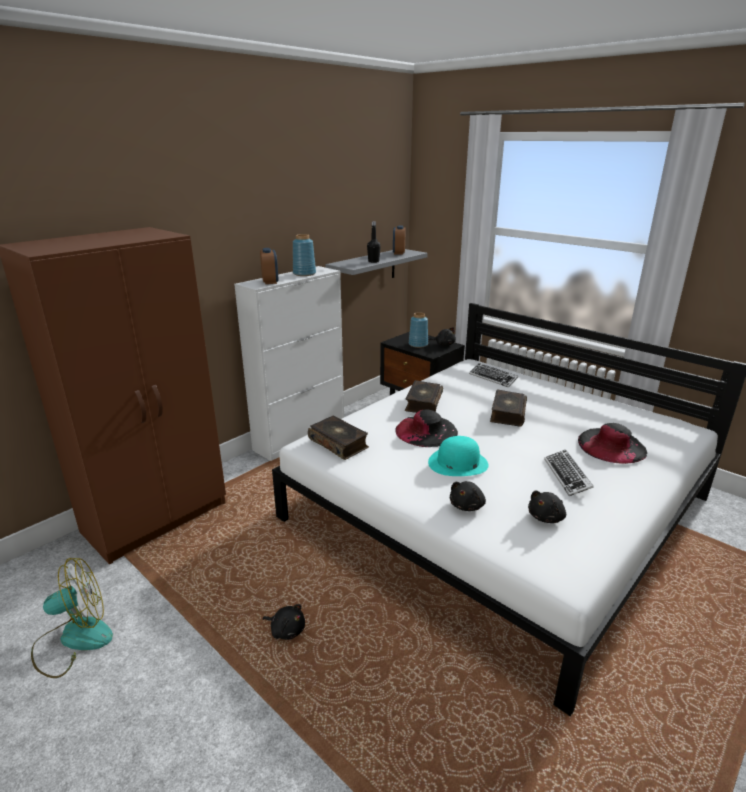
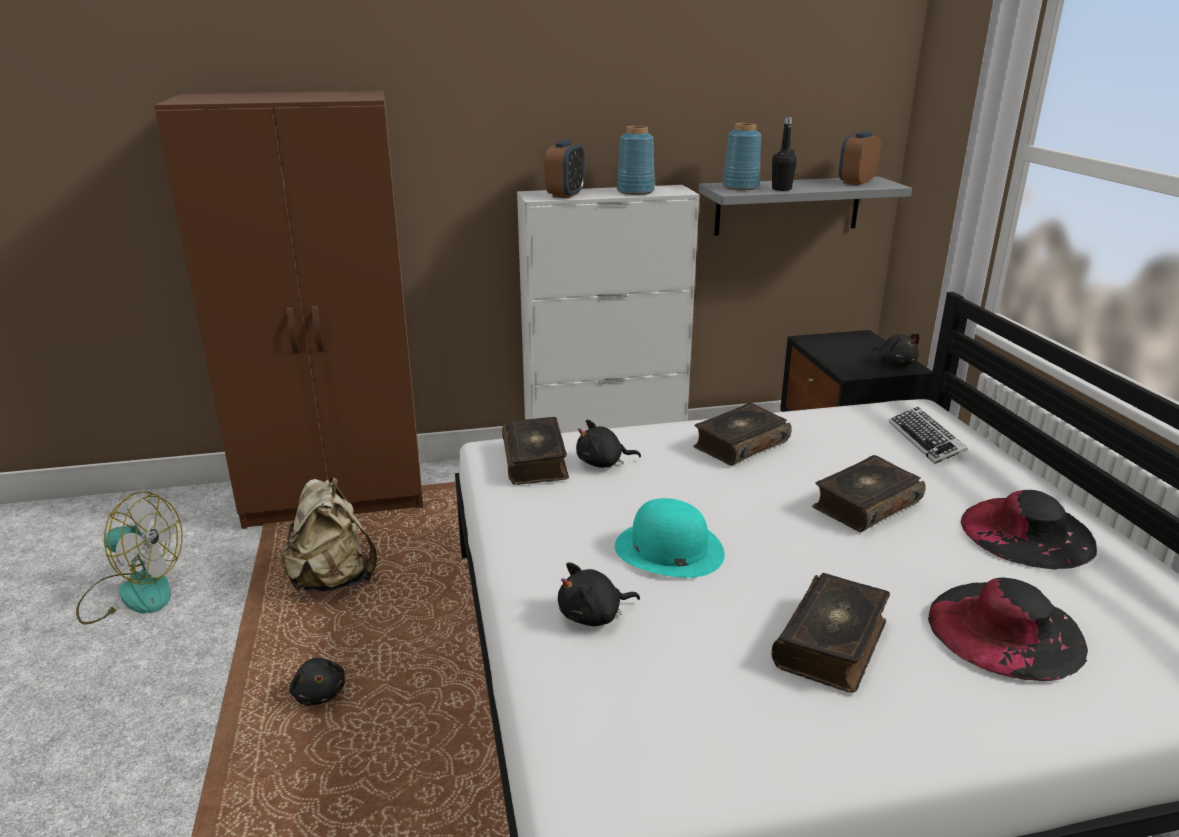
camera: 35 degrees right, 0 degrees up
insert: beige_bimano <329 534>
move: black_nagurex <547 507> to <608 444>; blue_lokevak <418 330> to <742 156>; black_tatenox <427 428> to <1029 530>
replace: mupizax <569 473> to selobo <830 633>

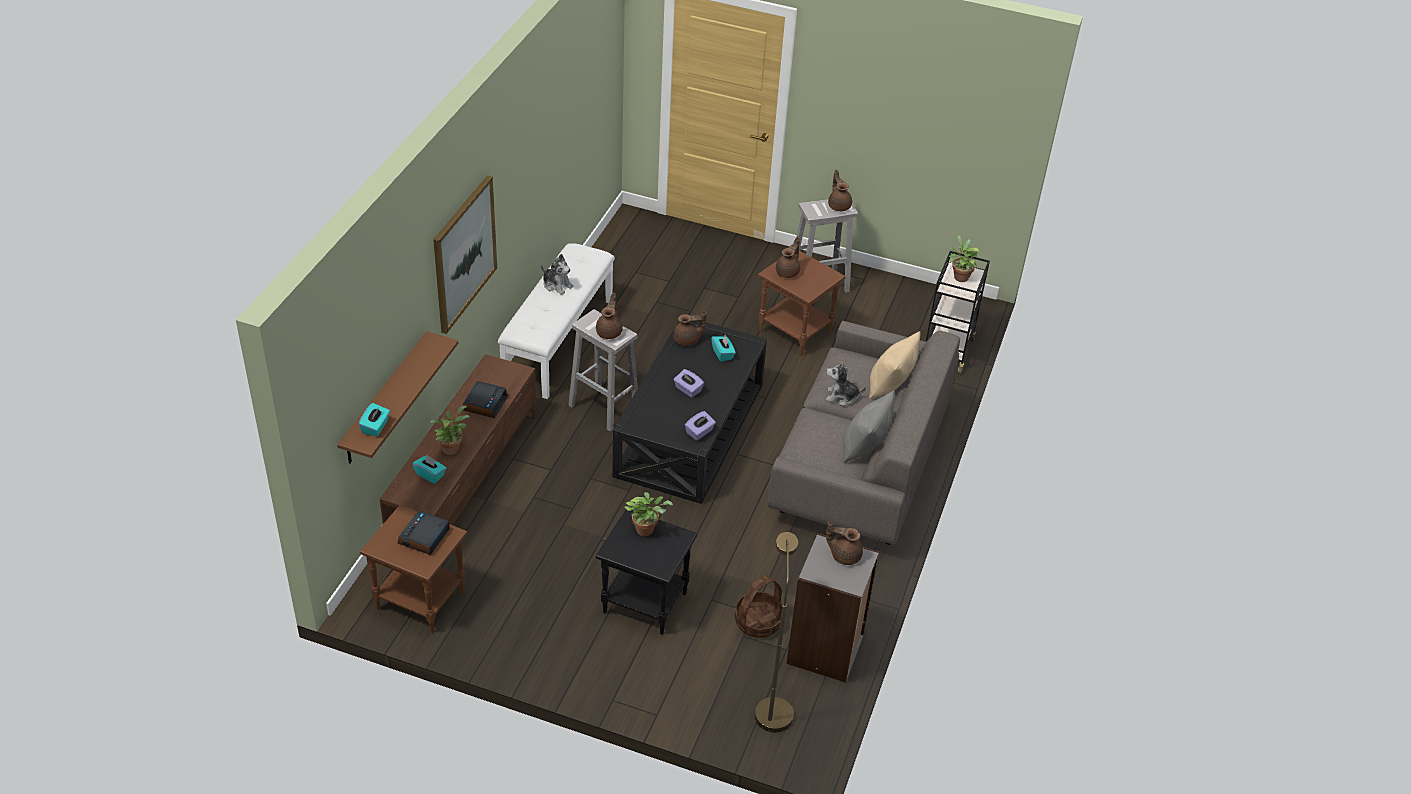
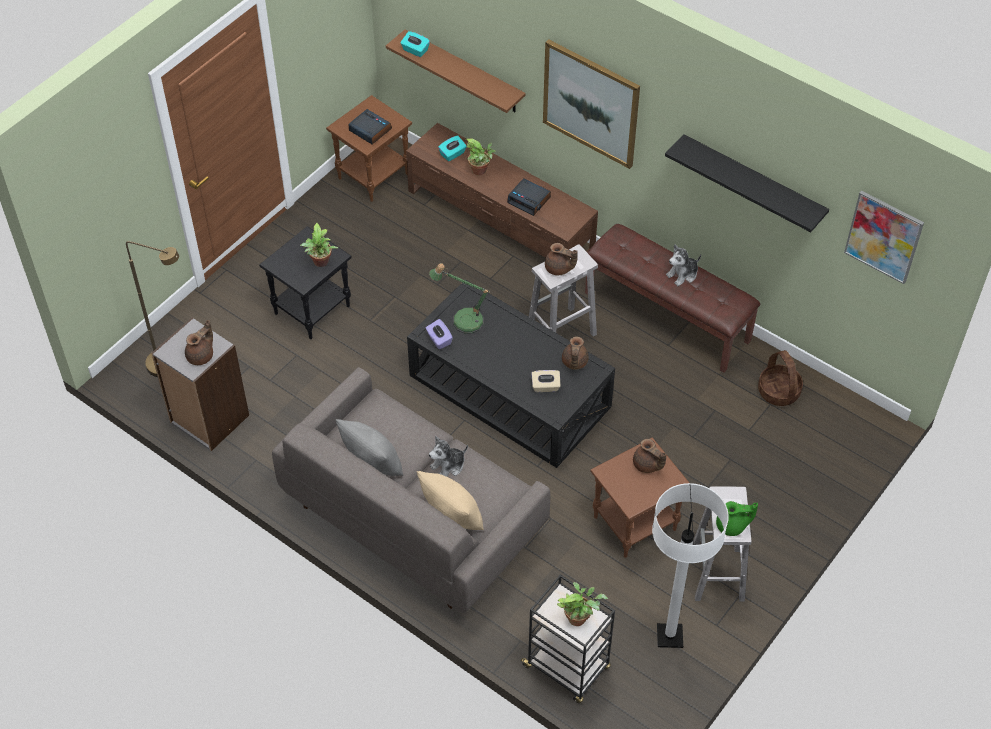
camera: 110 degrees right, 10 degrees up
delete: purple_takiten <689 383>
insert: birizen <460 298>; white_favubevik <690 565>; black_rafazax <747 183>; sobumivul <884 237>
move: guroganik <758 606> to <780 378>
recolor: turquoise_takiten <723 348> to beige_takiten <545 381>; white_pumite <556 321> to brown_pumite <672 298>; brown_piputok <840 190> to green_piputok <737 518>
rotate: nagurex <846 382> = <448 456> 150 degrees counterclockwise

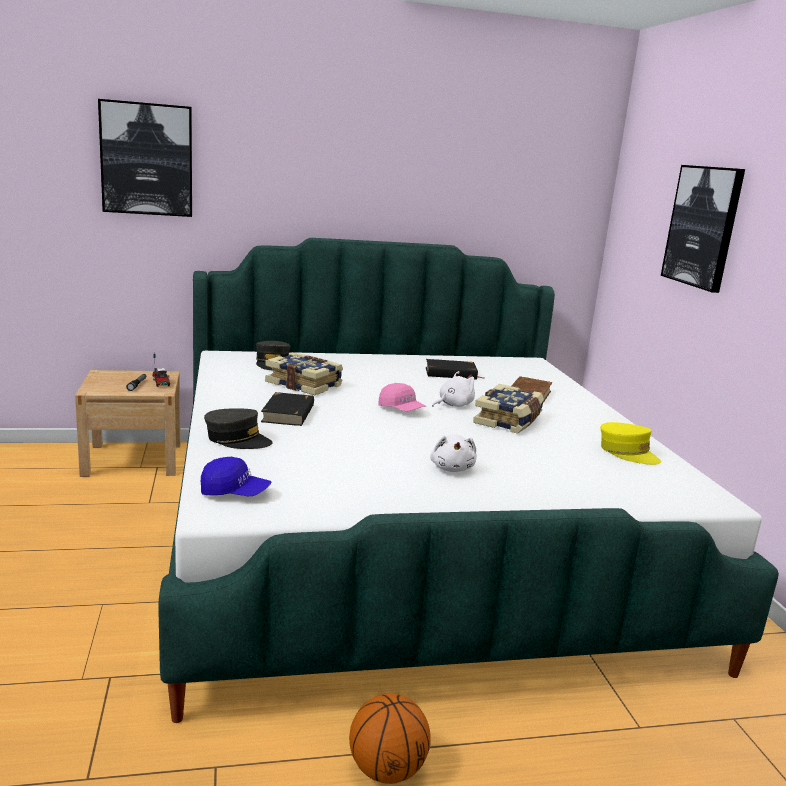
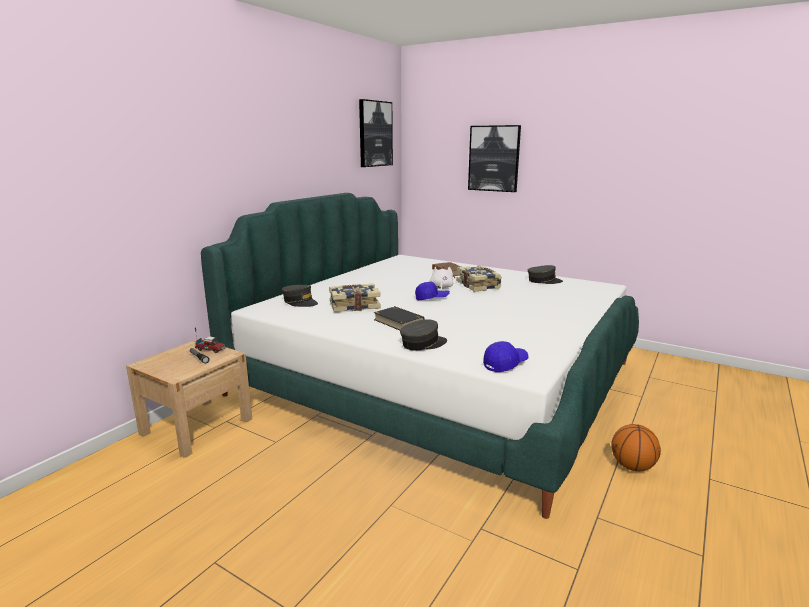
camera: 45 degrees left, 0 degrees up
delete: black_selobo <454 369>; white_nagurex <453 453>
move: sobumivul <145 158> to <376 133>
recolor: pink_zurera <402 397> to blue_zurera <432 291>; yellow_zurera <630 443> to grey_zurera <545 274>

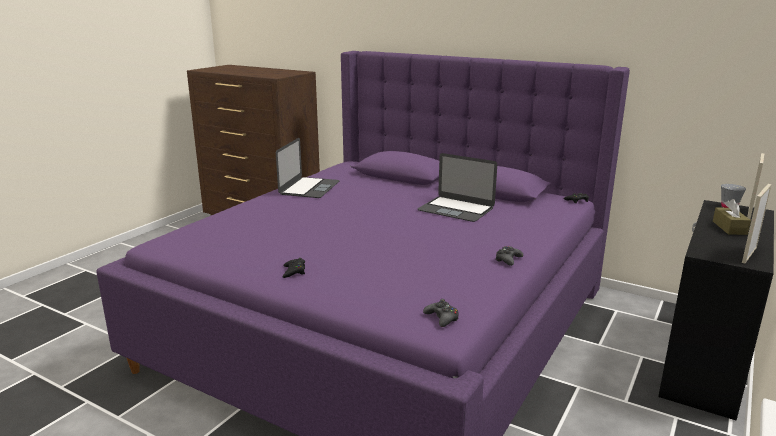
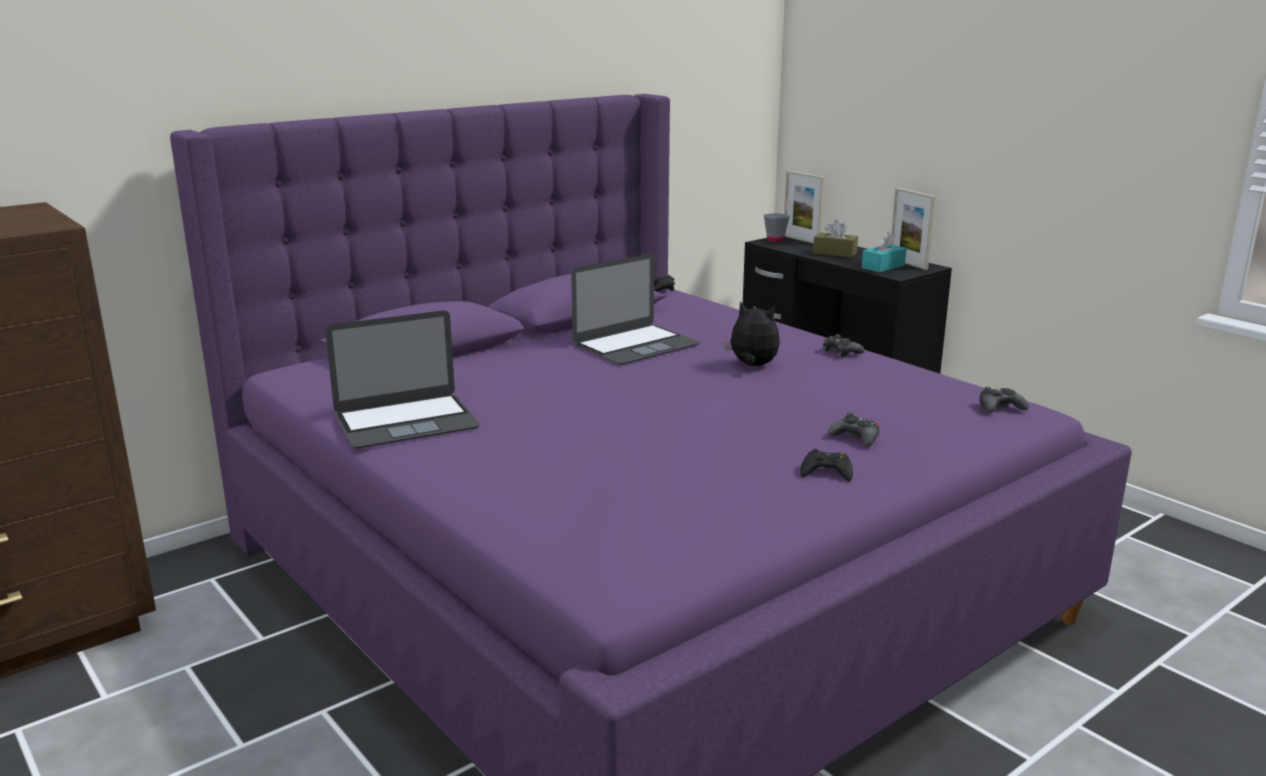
camera: 70 degrees left, 0 degrees up
insert: nagurex <751 334>; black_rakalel <853 429>; turquoise_takiten <884 252>
rotate: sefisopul <308 168> = <402 379> 120 degrees clockwise

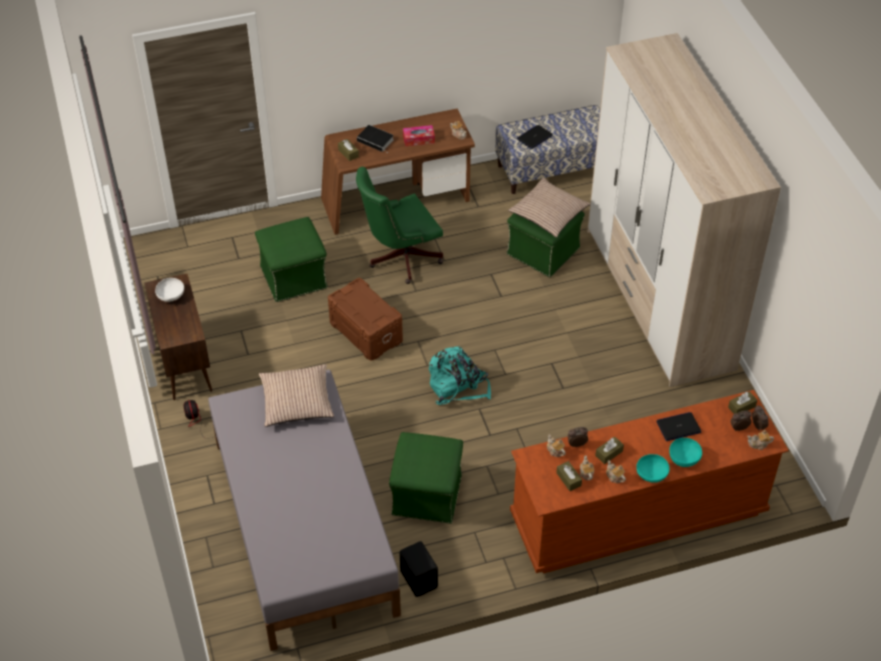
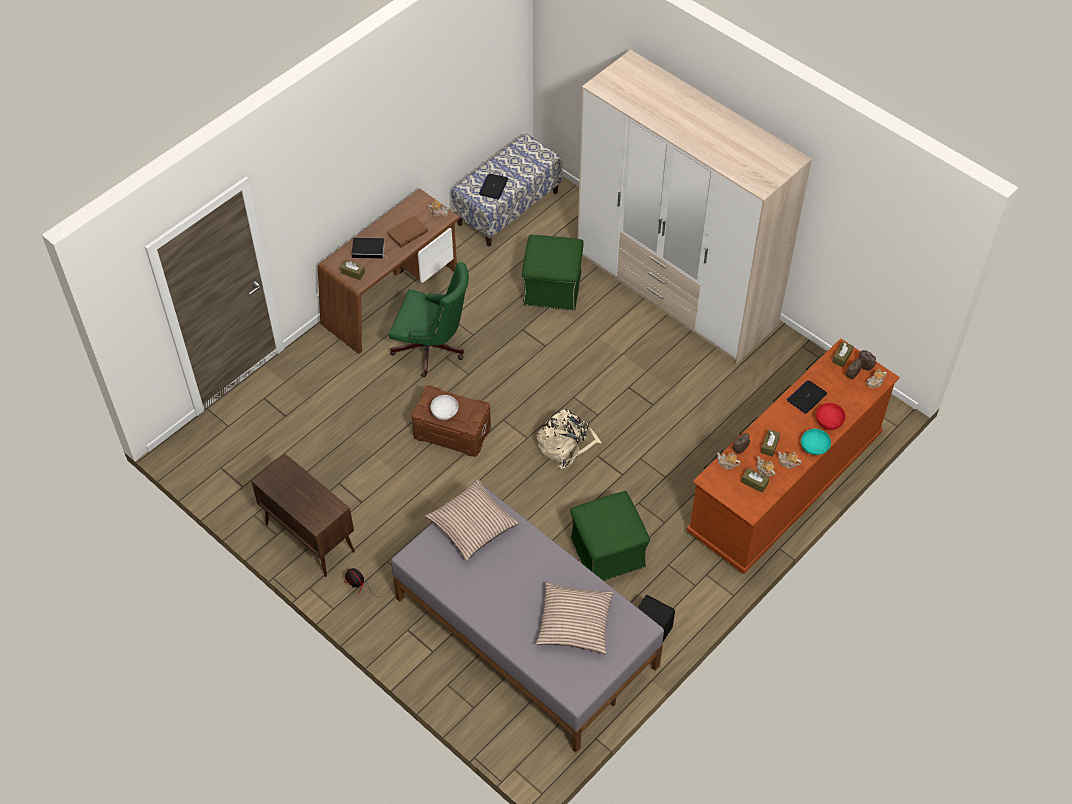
camera: 30 degrees left, 5 degrees up
delete: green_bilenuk <291 259>
move: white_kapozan <169 290> to <444 407>; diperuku <549 208> to <574 618>
replace: takiten <419 135> to brown_selobo <407 232>
recolor: turquoise_bimano <460 375> to beige_bimano <569 439>; turquoise_kapozan <685 452> to red_kapozan <831 416>
rotate: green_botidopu <399 225> = <429 319> 105 degrees counterclockwise

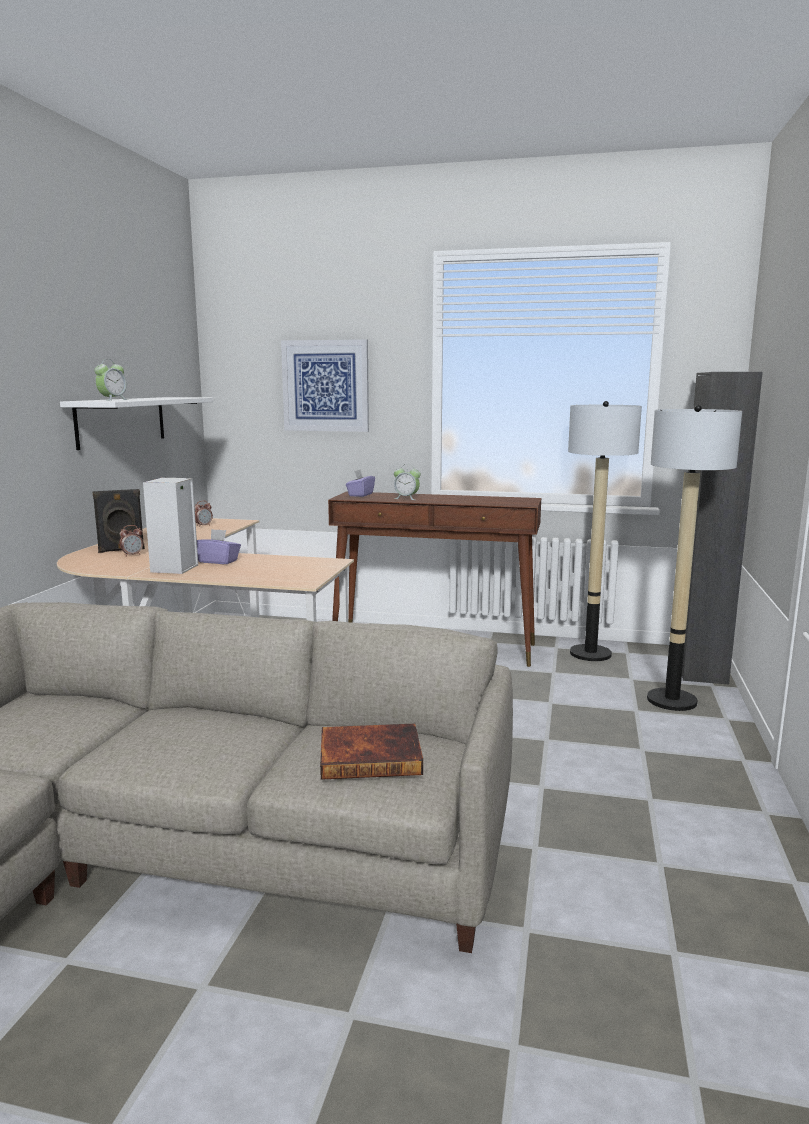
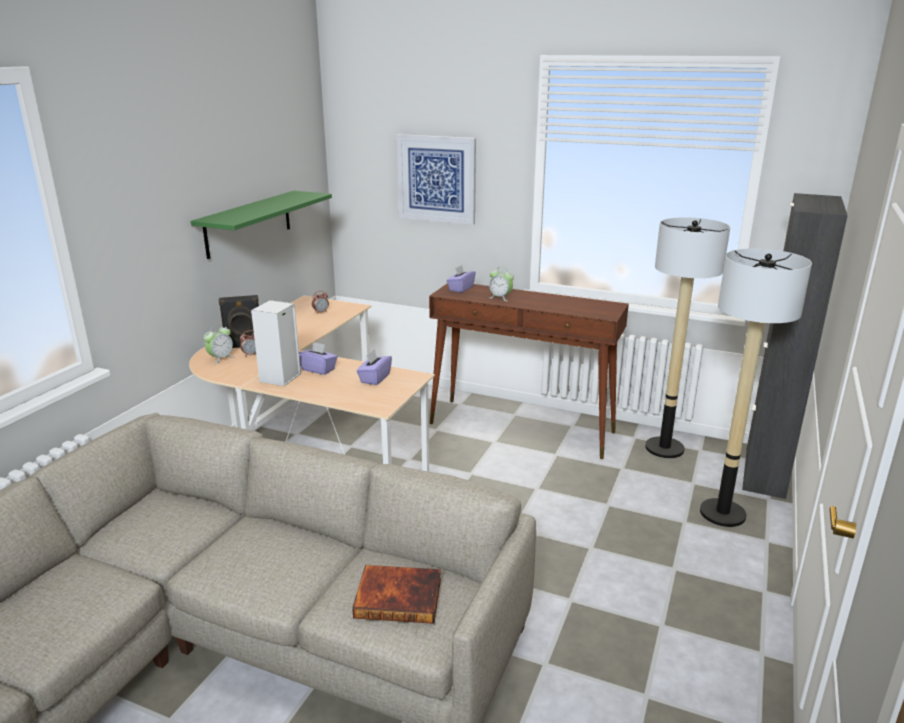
camera: 10 degrees right, 10 degrees up
insert: purple_takiten <374 367>
move: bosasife <111 380> to <219 344>
recolor: white_rafazax <136 423> to green_rafazax <261 225>

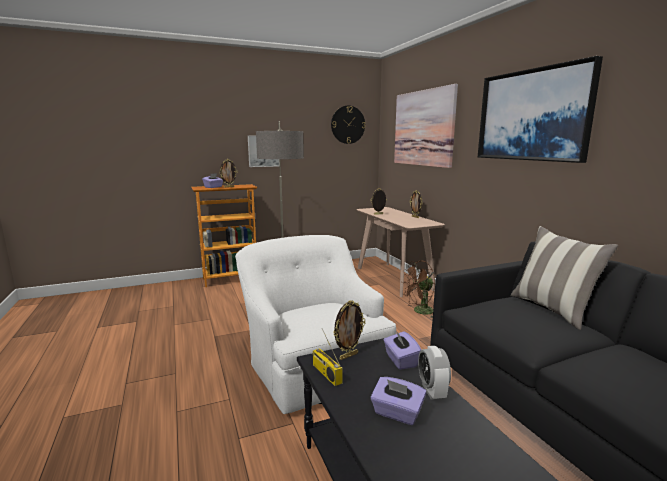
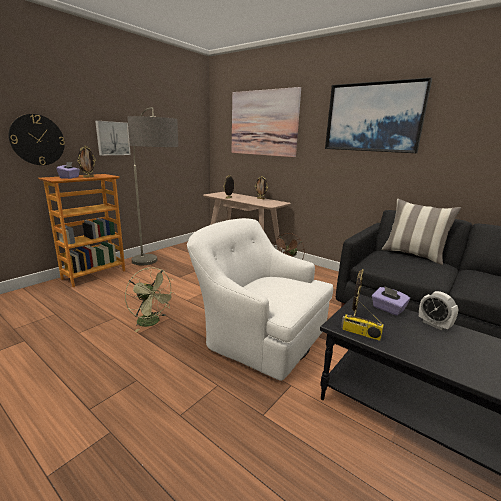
camera: 30 degrees left, 5 degrees up
delete: purple_takiten <398 401>
insert: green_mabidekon <150 299>
move: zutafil <348 124> to <37 139>

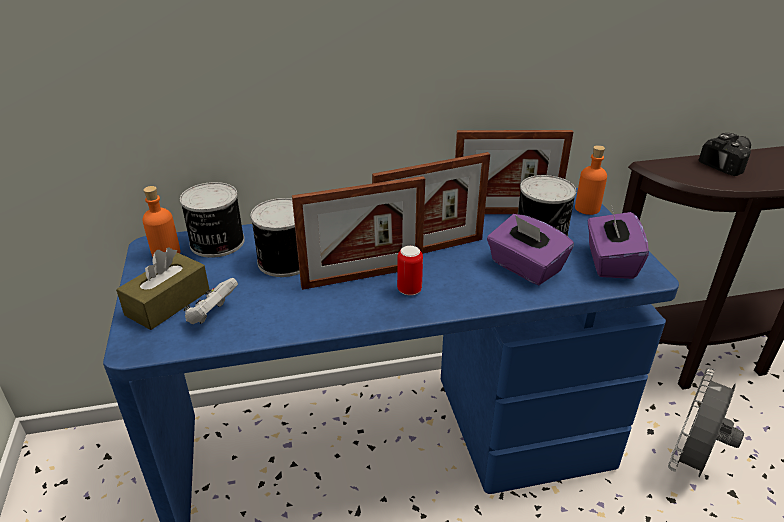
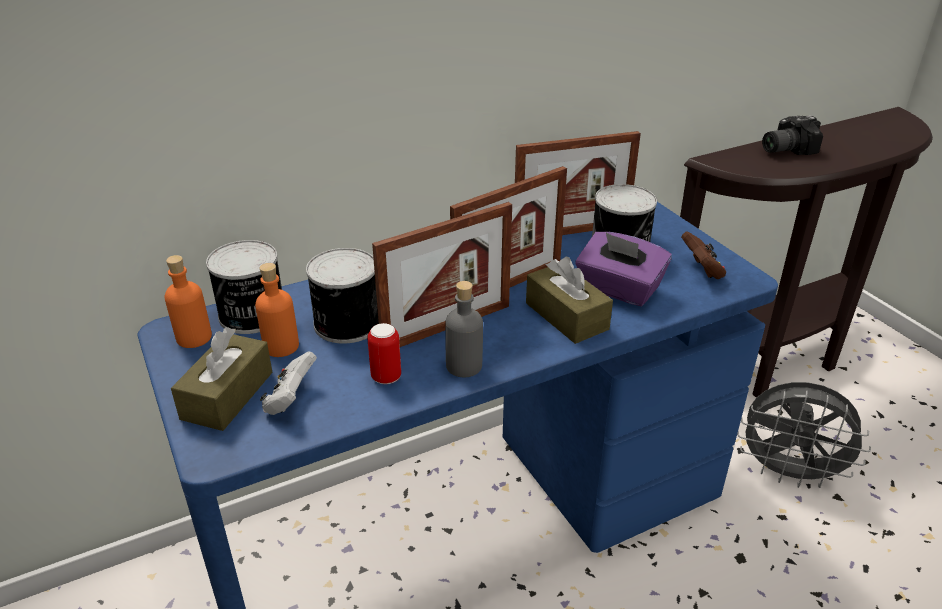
camera: 15 degrees left, 0 degrees up
insert: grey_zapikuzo <464 329>; brown_takiten <569 300>
move: orange_zapikuzo <591 180> to <277 310>; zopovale <410 270> to <384 353>
replace: purple_takiten <618 243> to brown_rakalel <703 255>
rotate: grey_mabidekon <706 422> = <804 435> 90 degrees counterclockwise; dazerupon <725 154> = <792 135> 150 degrees counterclockwise

